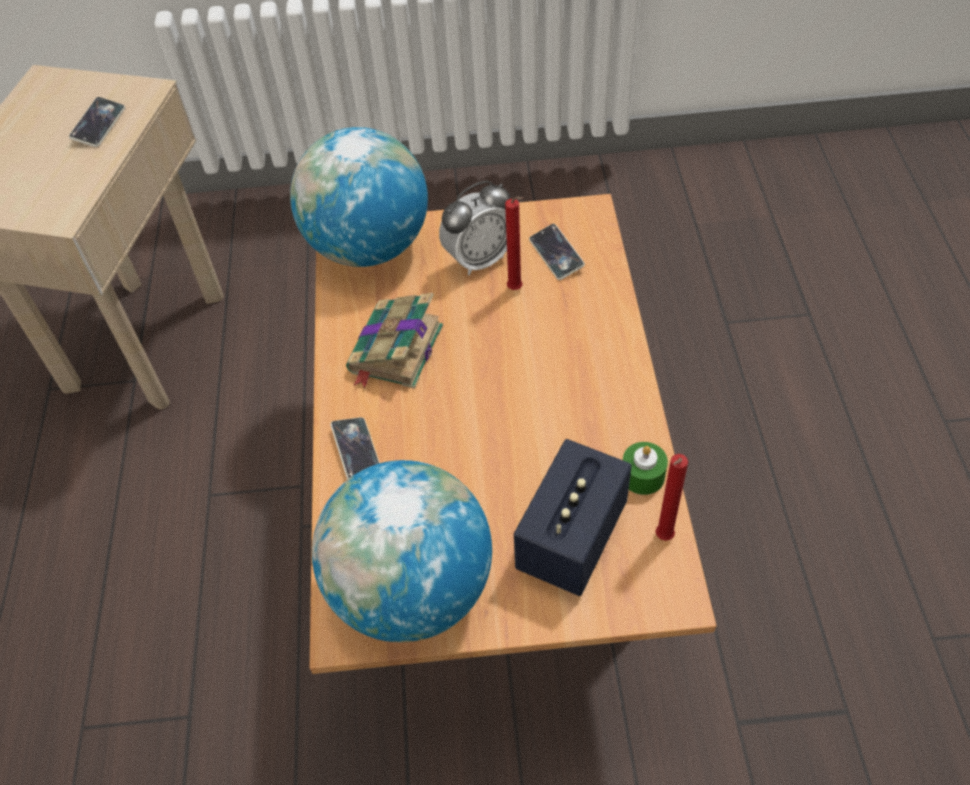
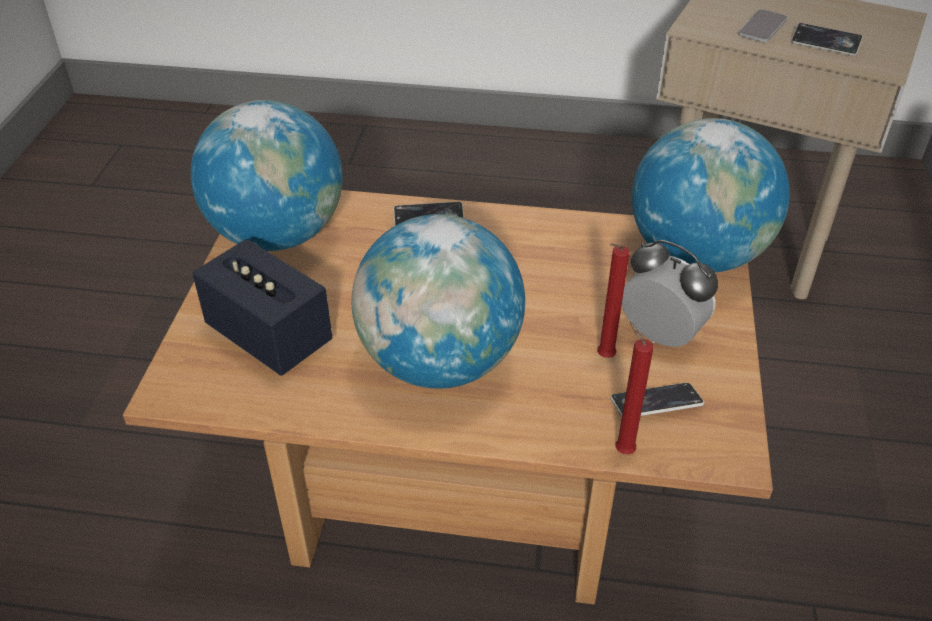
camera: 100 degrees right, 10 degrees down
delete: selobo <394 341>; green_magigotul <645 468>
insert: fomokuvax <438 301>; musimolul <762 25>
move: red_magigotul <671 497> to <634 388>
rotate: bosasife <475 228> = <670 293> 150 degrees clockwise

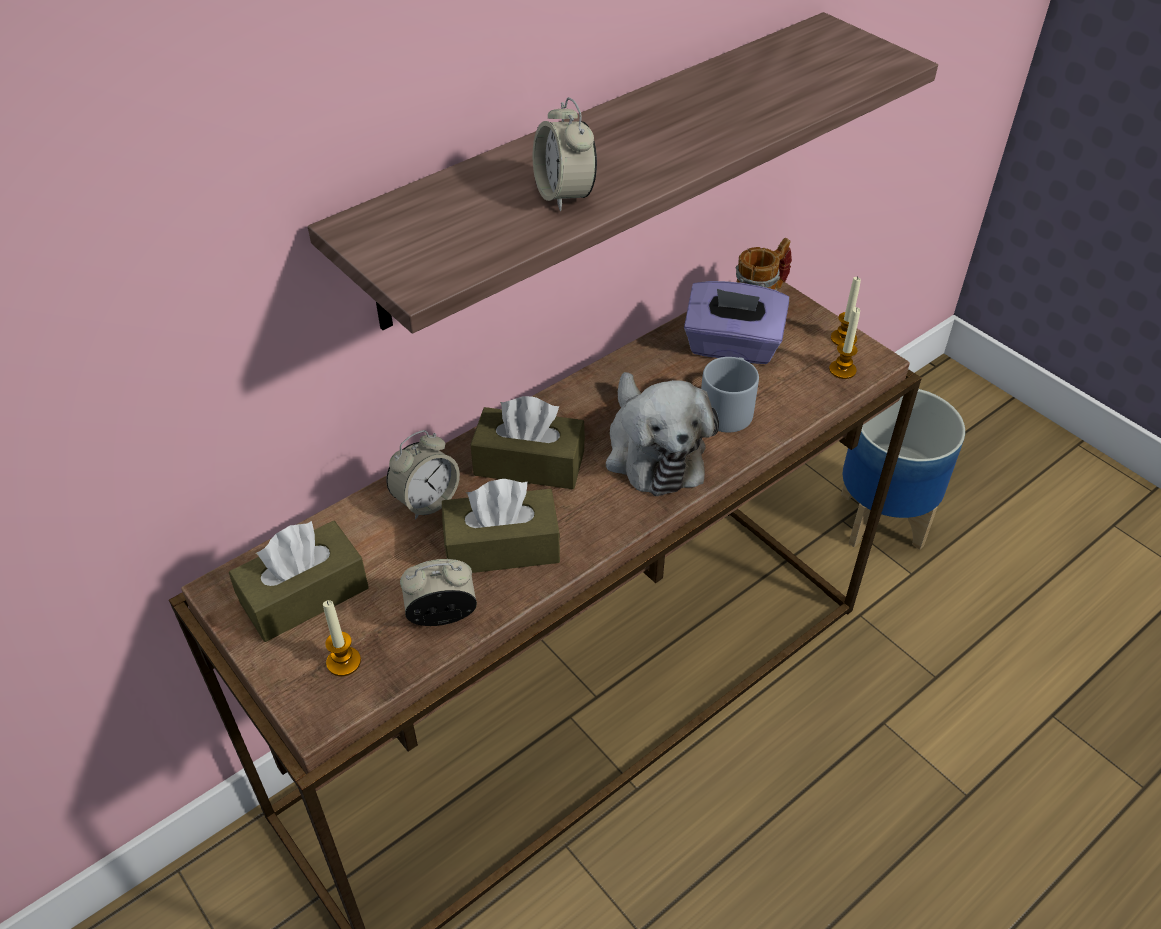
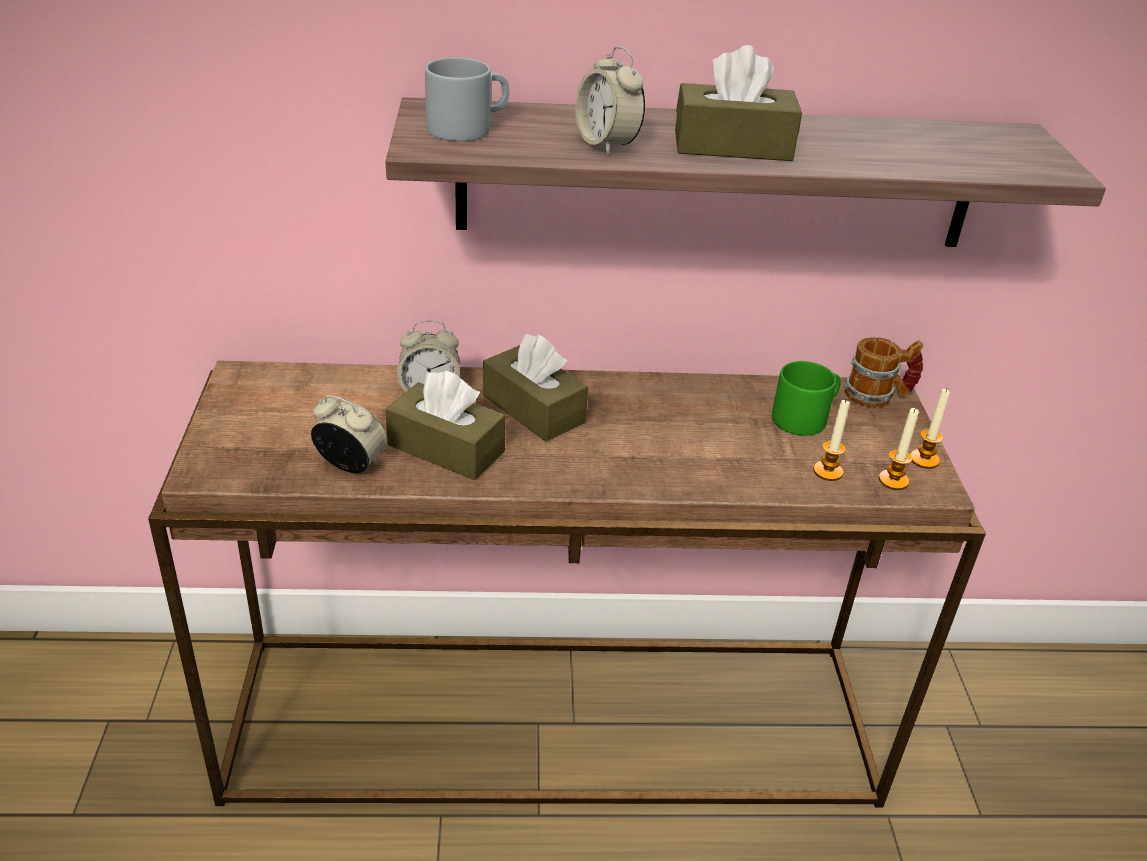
camera: 35 degrees right, 10 degrees down
delete: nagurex <662 434>; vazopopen <903 469>
move: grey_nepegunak <730 394> to <467 99>; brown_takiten <299 581> to <738 103>; magigotul <342 638> to <831 440>
replace: purple_takiten <736 322> to green_nepegunak <806 398>
rotate: bosasife <565 154> = <610 100> 45 degrees counterclockwise

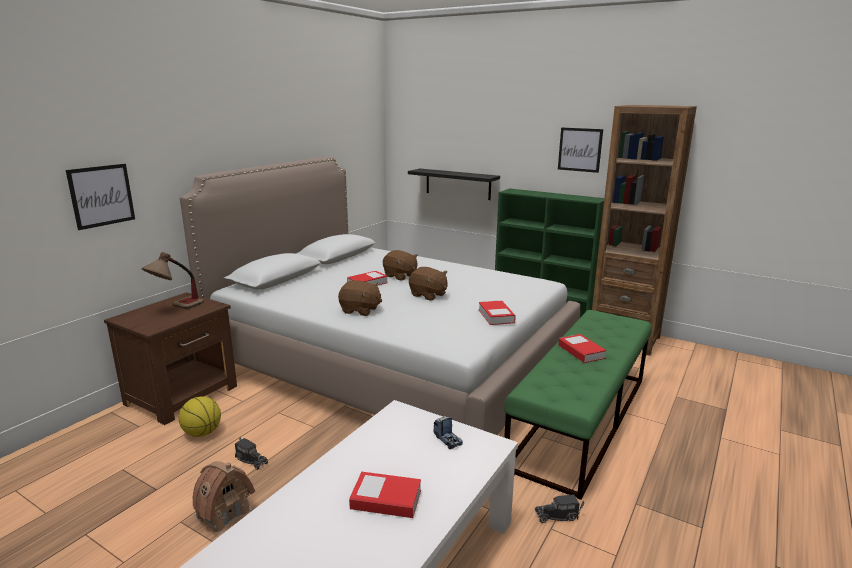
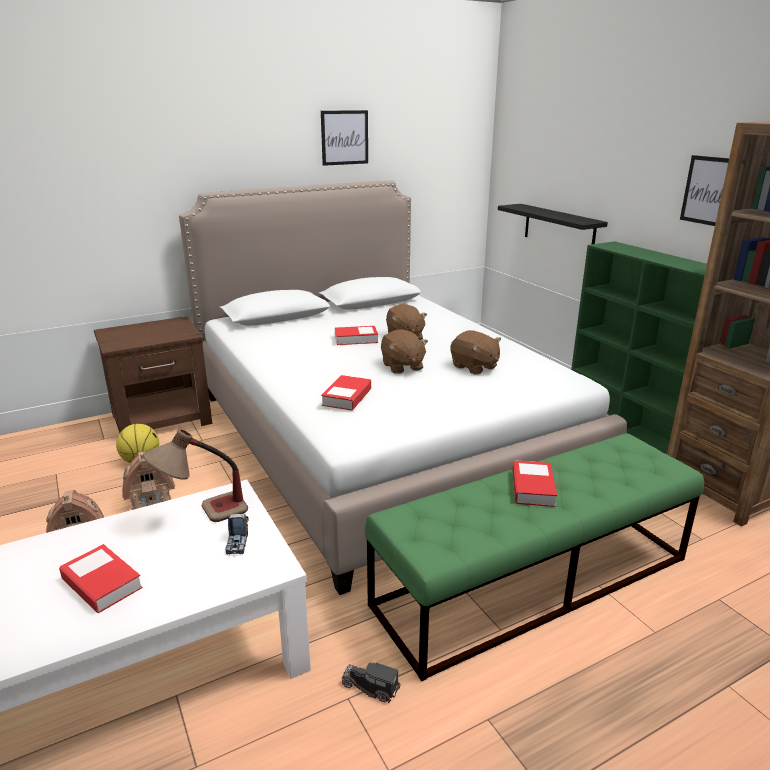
camera: 30 degrees right, 5 degrees up
move: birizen <173 280> to <195 475>; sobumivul <100 197> to <344 138>; selobo <497 312> to <346 392>; brown_nagurex <360 298> to <476 352>
replace: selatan <251 453> to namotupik <148 480>

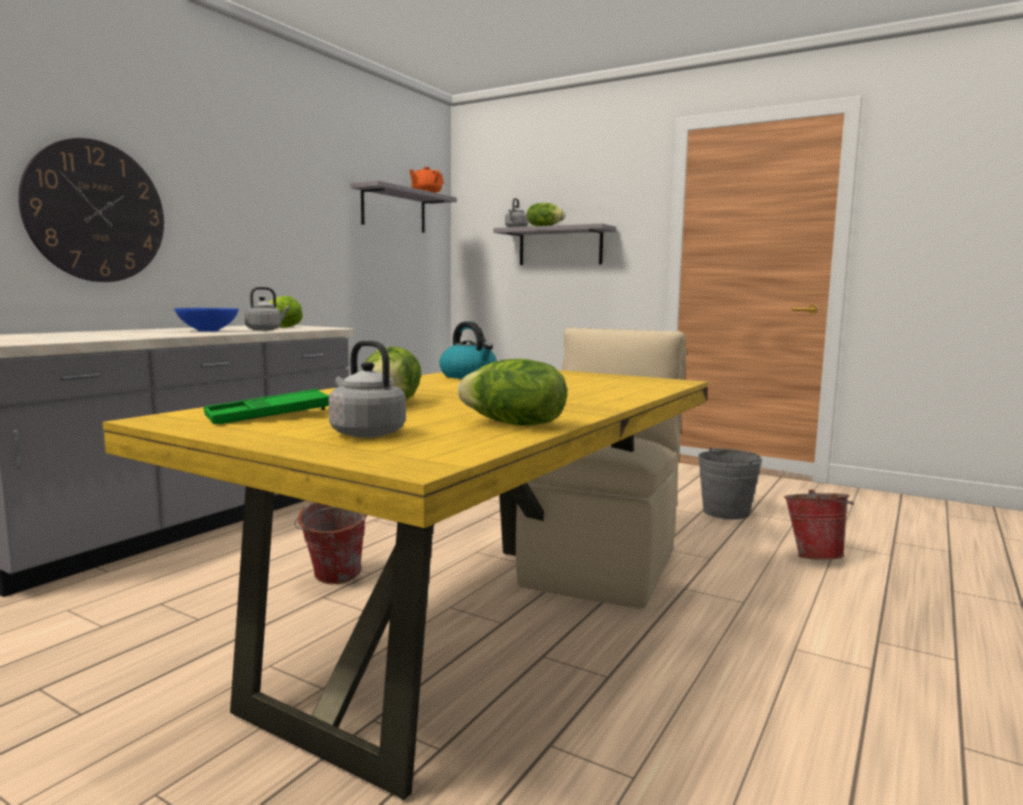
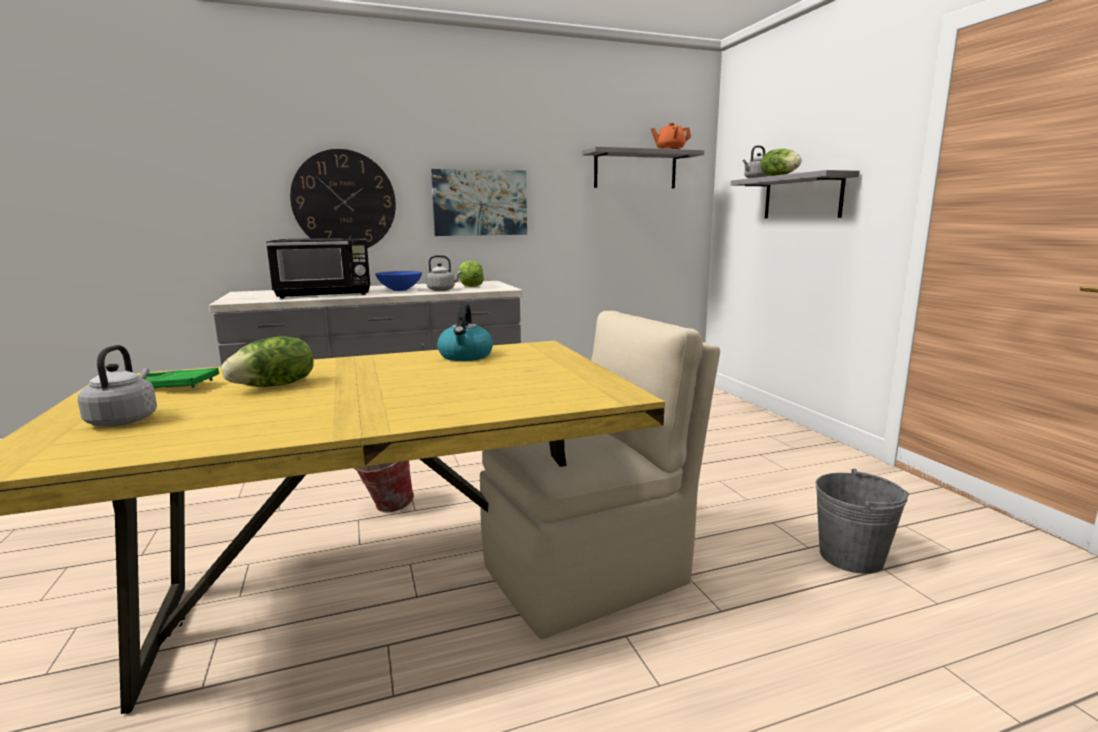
camera: 40 degrees right, 5 degrees up
delete: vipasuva <512 392>; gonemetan <819 525>
insert: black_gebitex <318 268>; sobumivul <479 202>

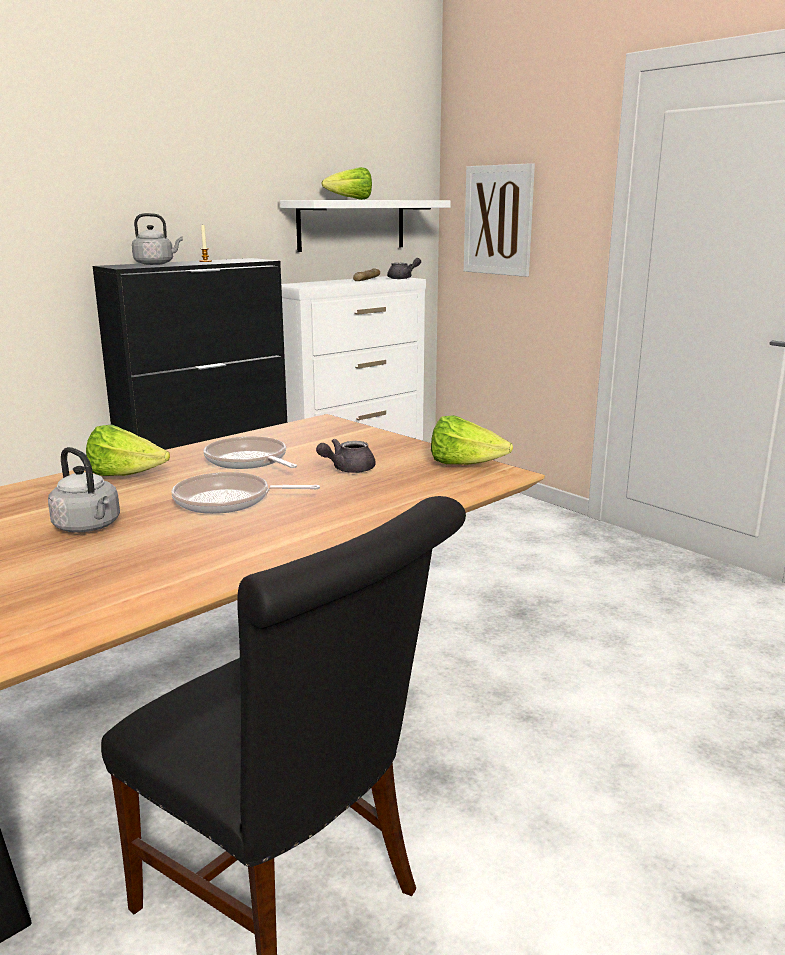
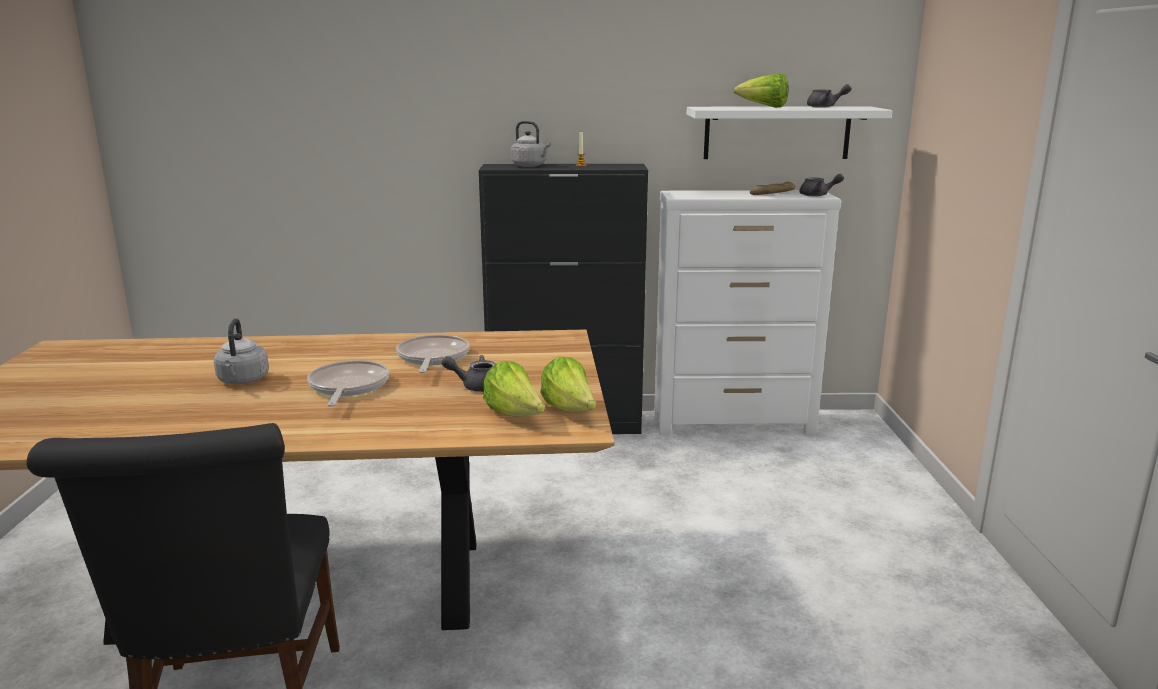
camera: 40 degrees right, 0 degrees up
delete: sobumivul <499 220>
insert: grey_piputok <829 95>
move: vipasuva <128 450> to <514 389>
rotate: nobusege <246 493> = <348 383> 45 degrees clockwise

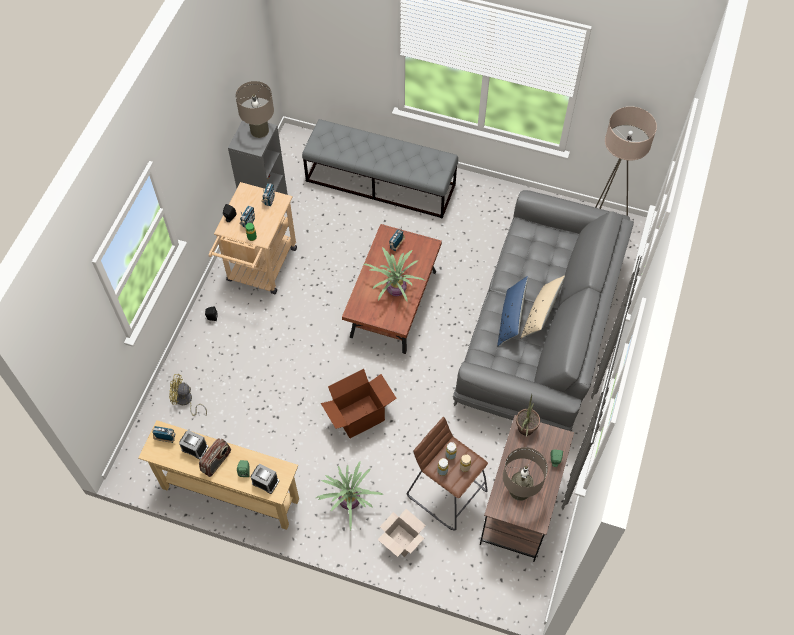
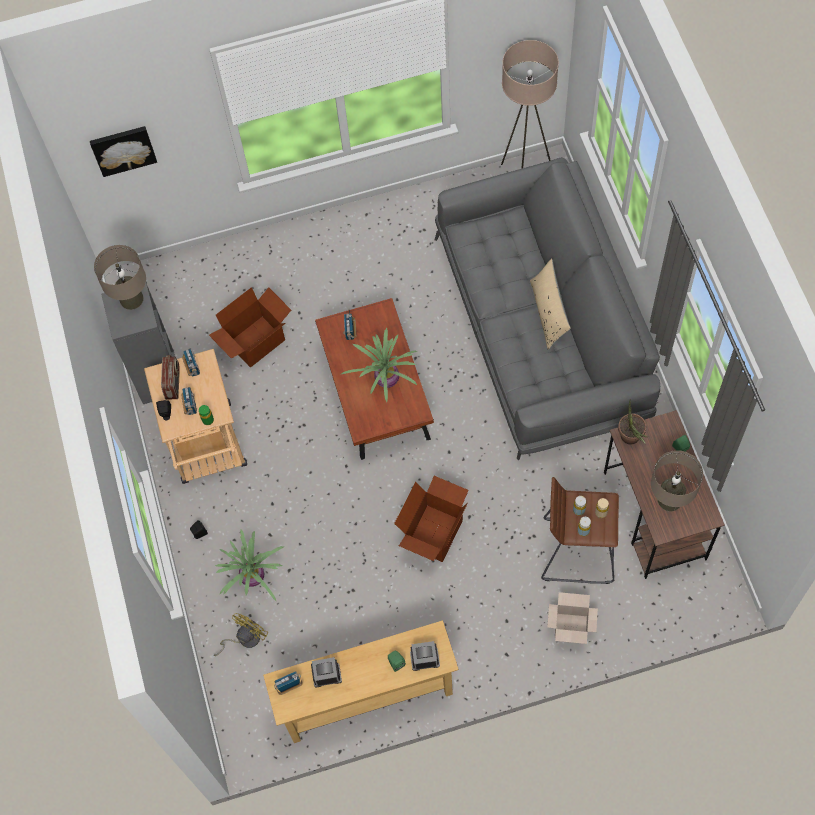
camera: 30 degrees left, 5 degrees up
delete: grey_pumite <380 169>; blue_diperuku <512 311>
insert: sobumivul <123 151>; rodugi <250 327>
move: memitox <215 457> to <170 377>; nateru <350 496> to <249 565>
rotate: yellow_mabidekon <188 395> = <241 634> 150 degrees clockwise

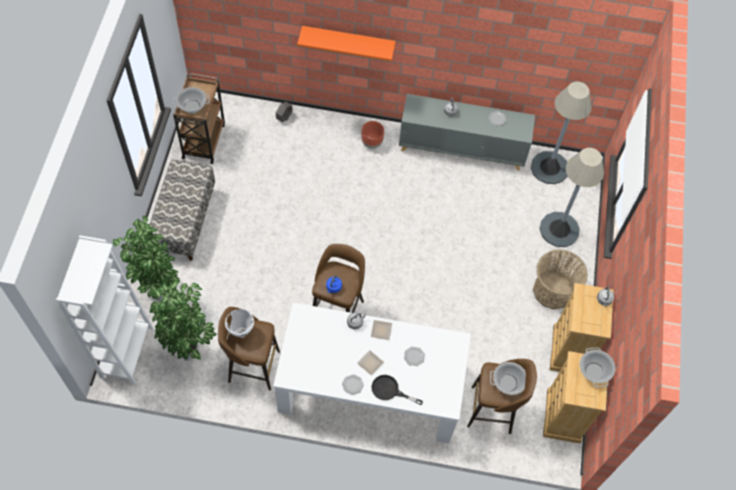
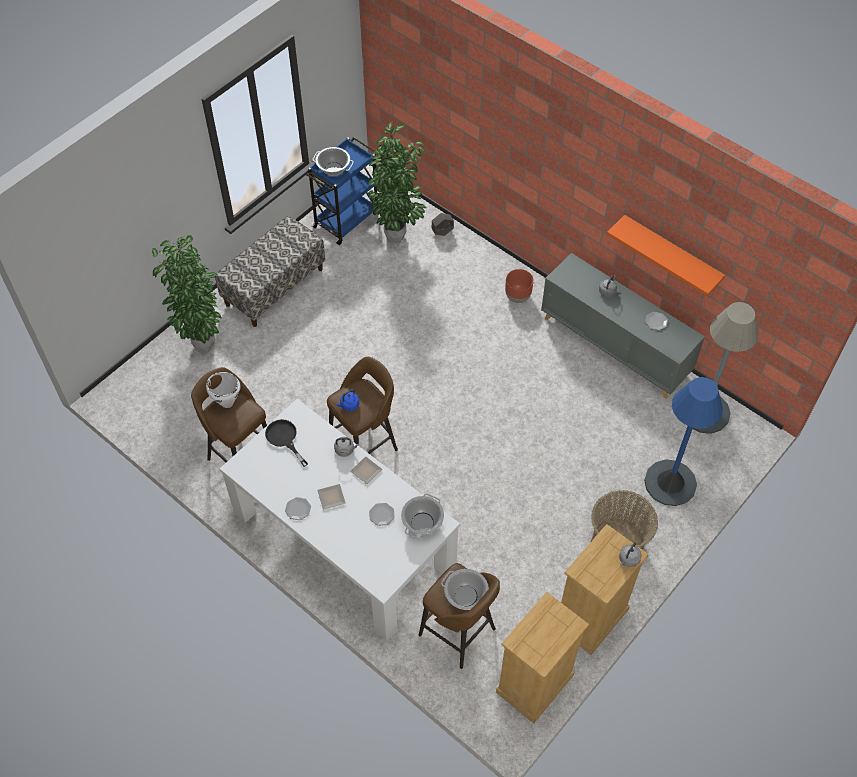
camera: 35 degrees right, 5 degrees down
delete: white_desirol <104 309>
move: black_nobusege <397 390> to <286 443>; nateru <182 320> to <397 182>; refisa <597 367> to <422 516>; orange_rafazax <346 43> to <666 255>
recolor: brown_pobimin <199 118> to blue_pobimin <342 191>; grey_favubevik <572 197> to blue_favubevik <683 441>

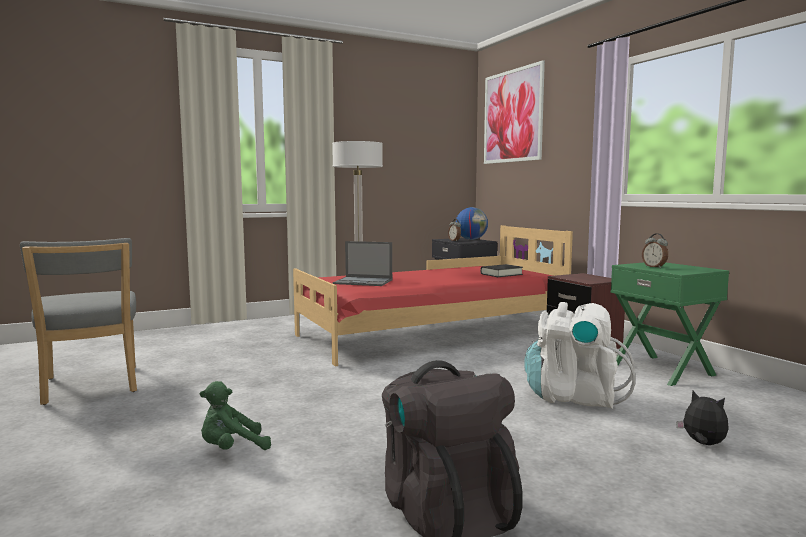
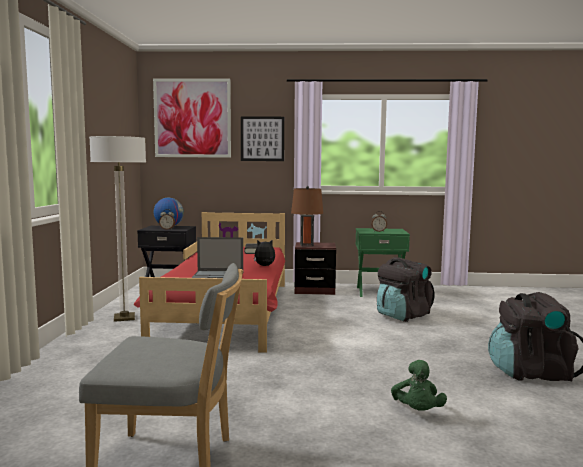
camera: 60 degrees left, 0 degrees up
insert: sobumivul <262 138>; brown_birizen <307 216>
move: nagurex <702 418> to <264 252>
recolor: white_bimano <580 355> to black_bimano <405 289>
rotate: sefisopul <362 263> = <217 257> 45 degrees clockwise

